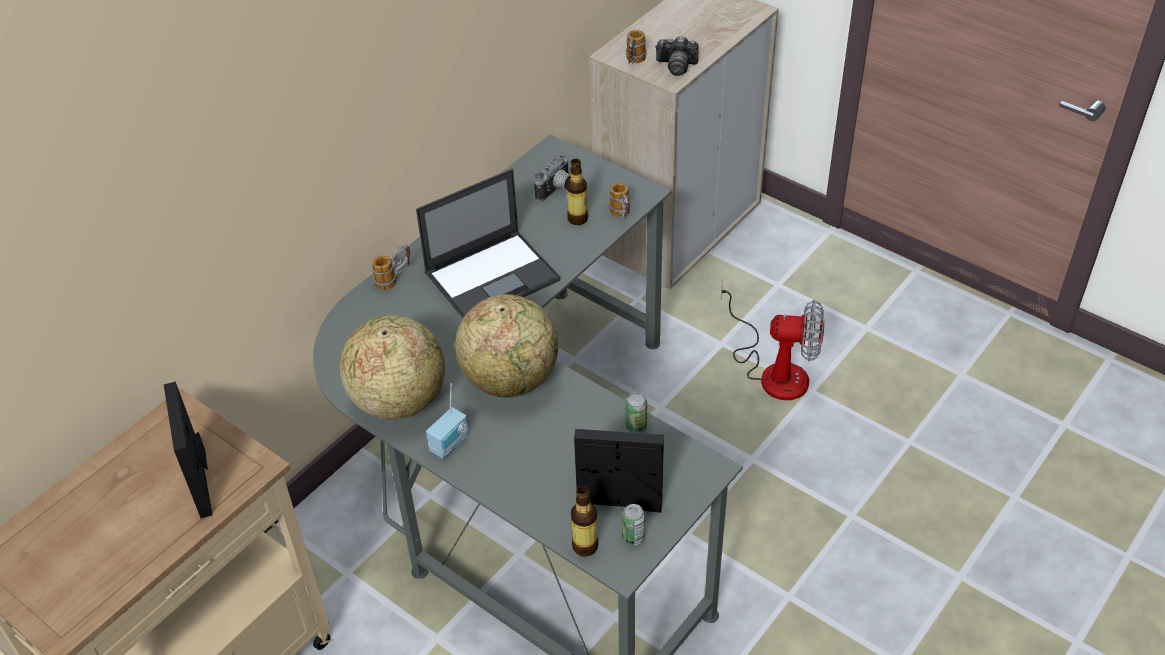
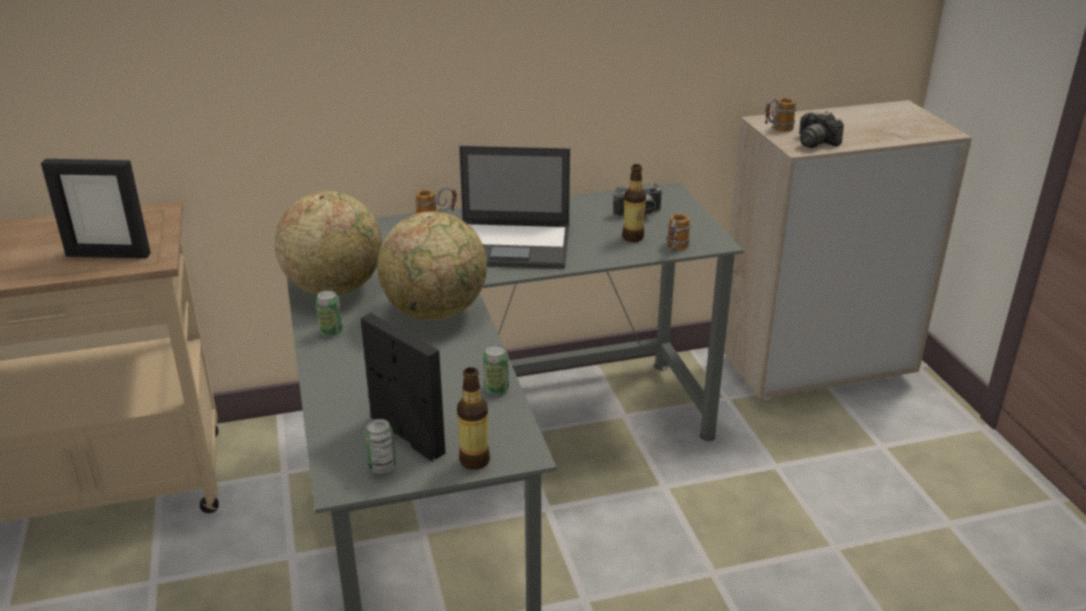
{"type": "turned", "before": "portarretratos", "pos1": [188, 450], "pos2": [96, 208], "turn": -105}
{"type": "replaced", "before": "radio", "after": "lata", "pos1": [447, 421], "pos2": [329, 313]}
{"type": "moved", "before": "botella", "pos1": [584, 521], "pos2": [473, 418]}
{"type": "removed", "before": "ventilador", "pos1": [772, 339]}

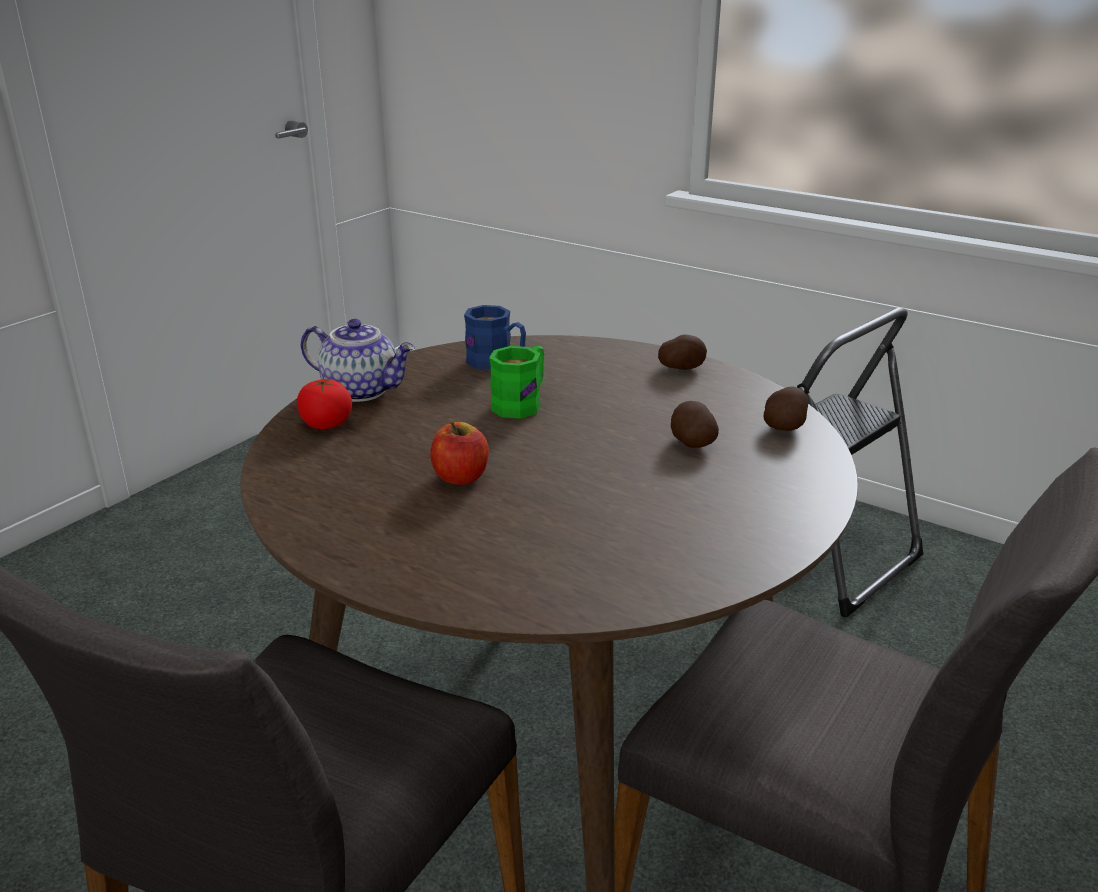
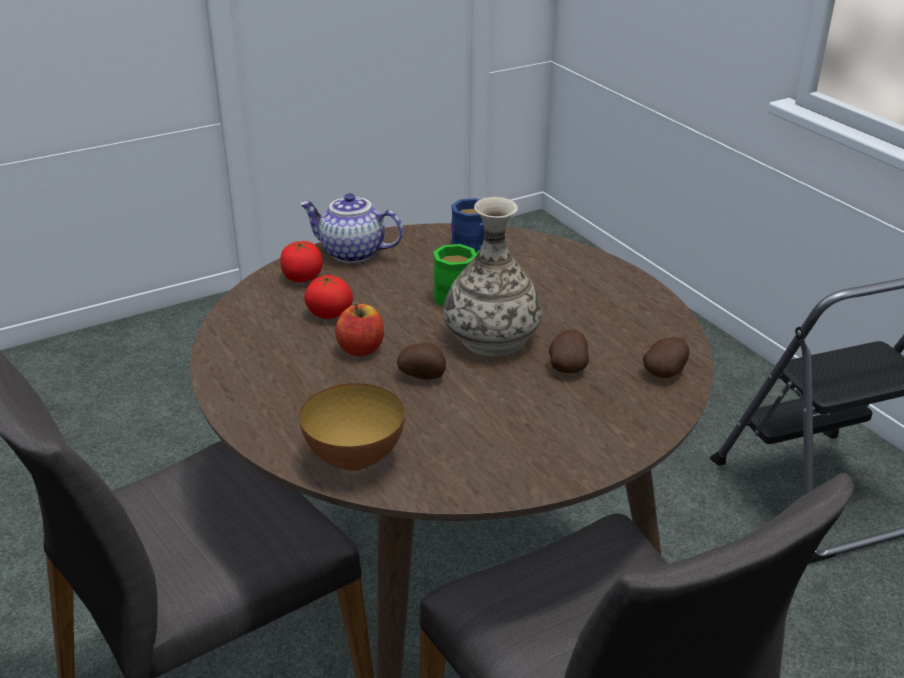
{"type": "turned", "before": "tetera", "pos1": [358, 360], "pos2": [351, 228], "turn": 150}
{"type": "added", "after": "cuenco", "pos2": [352, 427]}
{"type": "added", "after": "tomate", "pos2": [328, 297]}
{"type": "moved", "before": "patata", "pos1": [682, 352], "pos2": [421, 361]}
{"type": "added", "after": "florero", "pos2": [492, 277]}

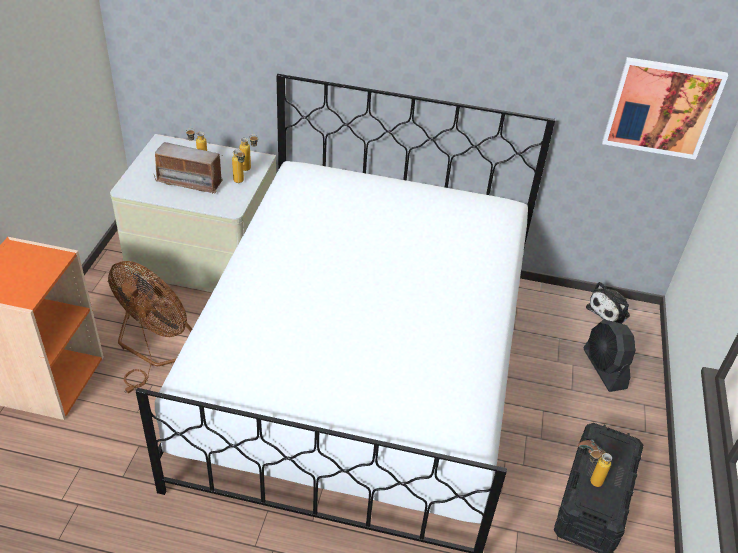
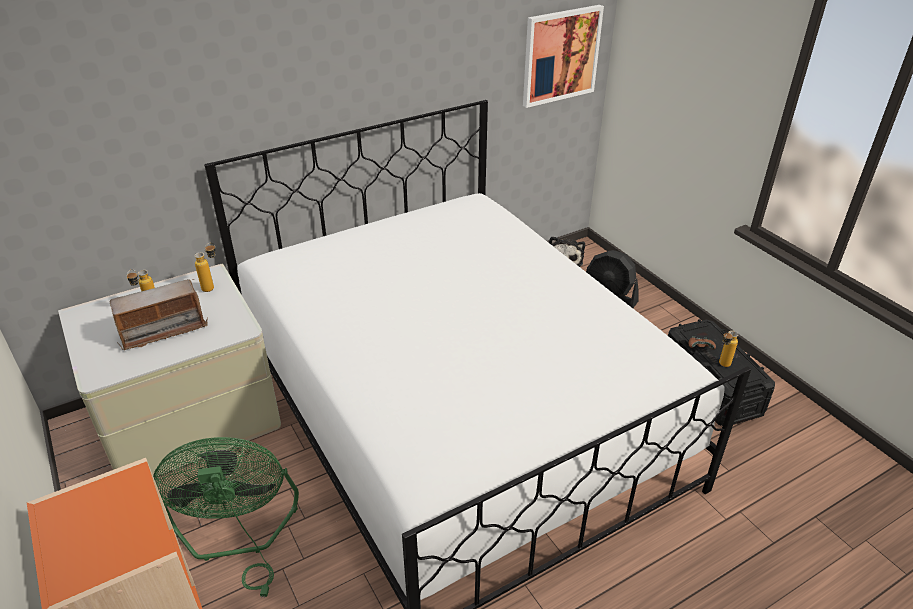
{"type": "recoloured", "before": "ventilador/marrón", "after": "ventilador/verde", "pos1": [150, 327], "pos2": [226, 517]}
{"type": "removed", "before": "botella", "pos1": [238, 166]}

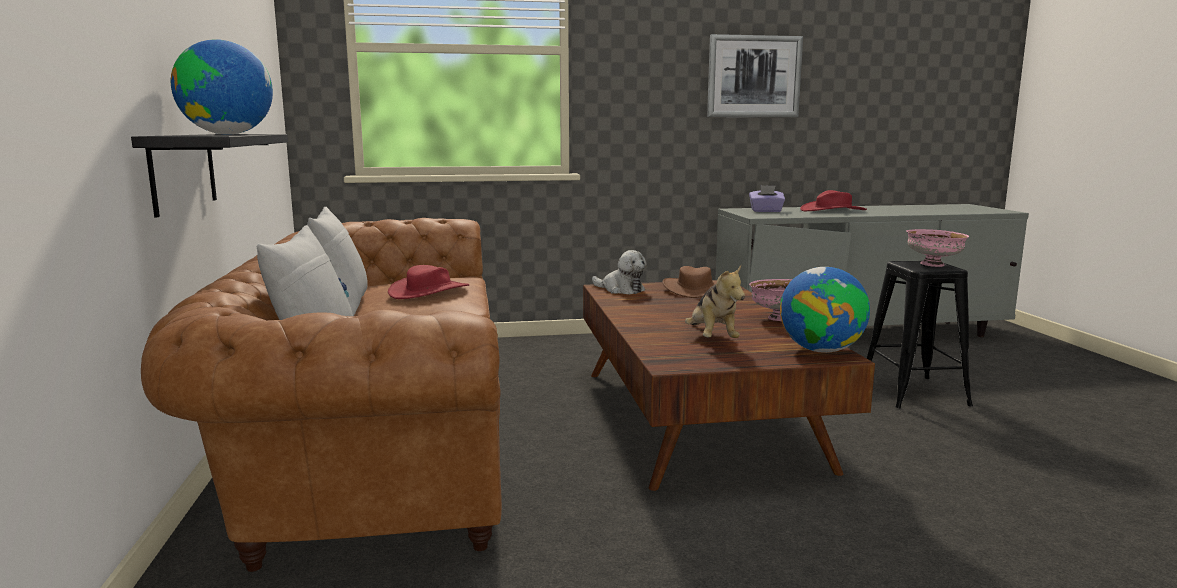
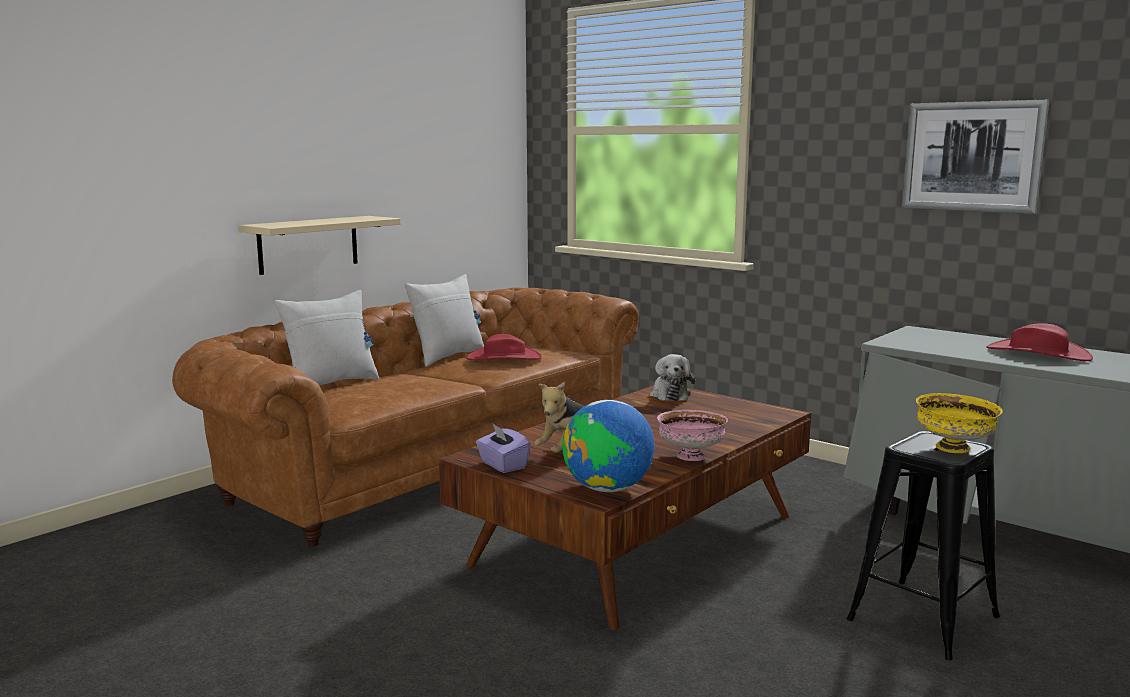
{"type": "recoloured", "before": "estante/negro", "after": "estante/beis", "pos1": [209, 176], "pos2": [319, 245]}
{"type": "moved", "before": "caja de pañuelos/morado", "pos1": [767, 198], "pos2": [503, 448]}
{"type": "recoloured", "before": "cuenco/rosa", "after": "cuenco/amarillo", "pos1": [937, 248], "pos2": [959, 423]}
{"type": "removed", "before": "globo terráqueo", "pos1": [222, 87]}
{"type": "removed", "before": "sombrero/marrón", "pos1": [690, 282]}

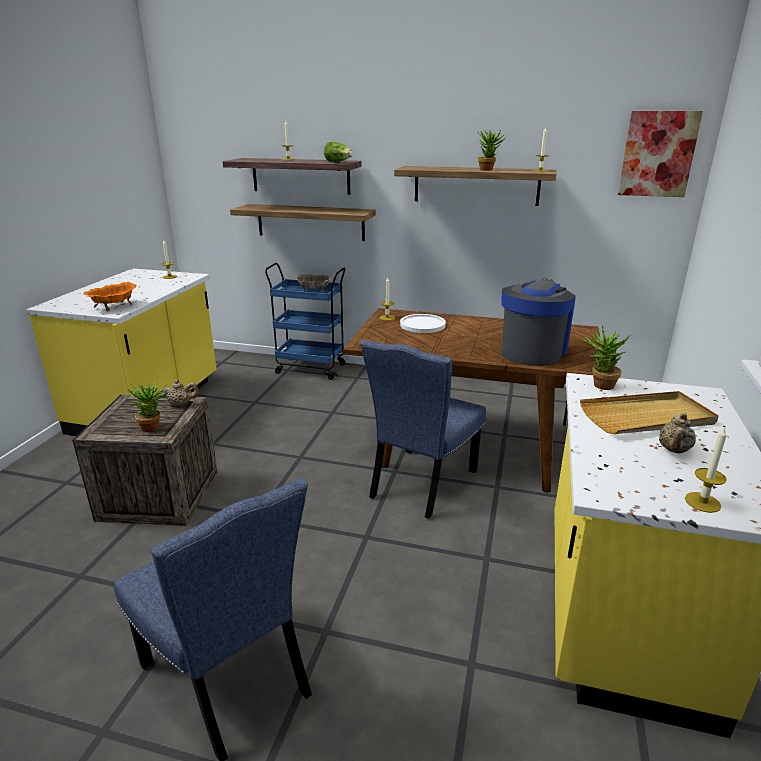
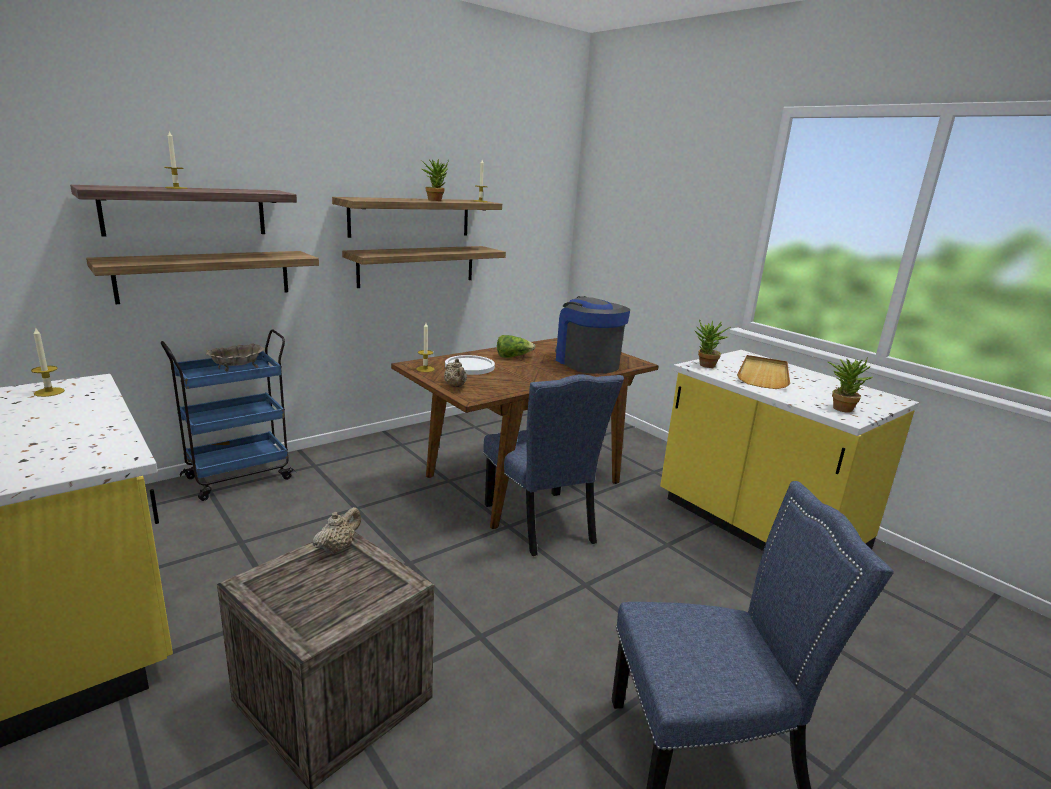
{"type": "added", "after": "estante", "pos2": [424, 267]}
{"type": "moved", "before": "tetera/beis", "pos1": [677, 433], "pos2": [455, 372]}
{"type": "moved", "before": "lechuga", "pos1": [338, 152], "pos2": [516, 346]}
{"type": "moved", "before": "planta en maceta", "pos1": [148, 407], "pos2": [850, 385]}
{"type": "removed", "before": "cuenco/naranja", "pos1": [110, 296]}
{"type": "removed", "before": "cuadro", "pos1": [660, 154]}
{"type": "removed", "before": "vela", "pos1": [706, 470]}

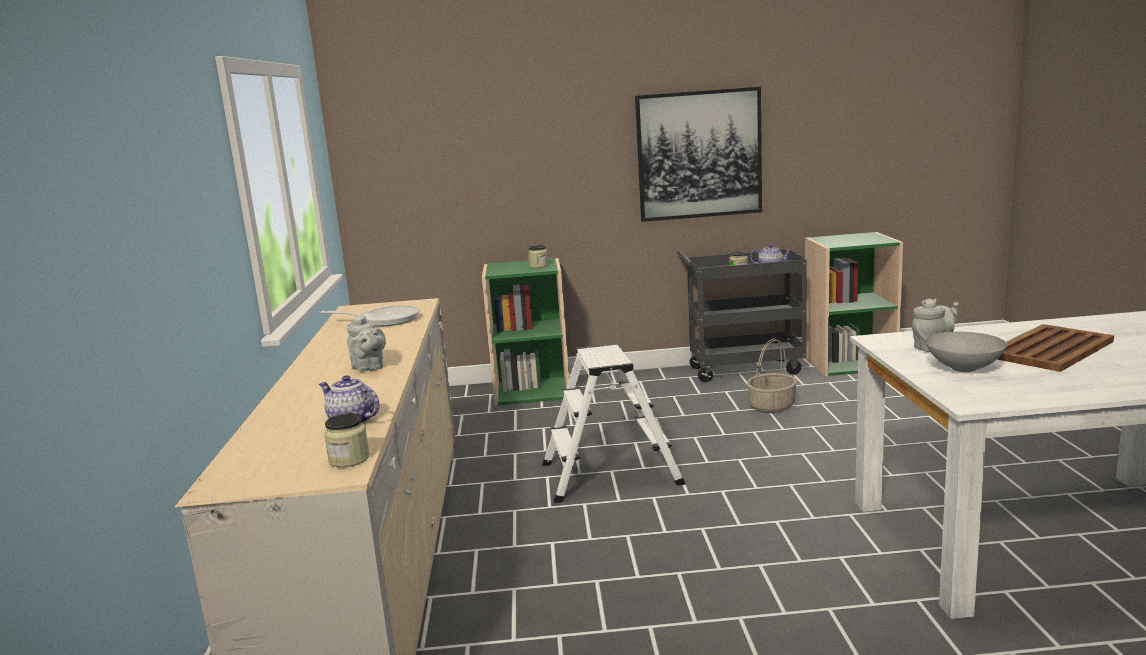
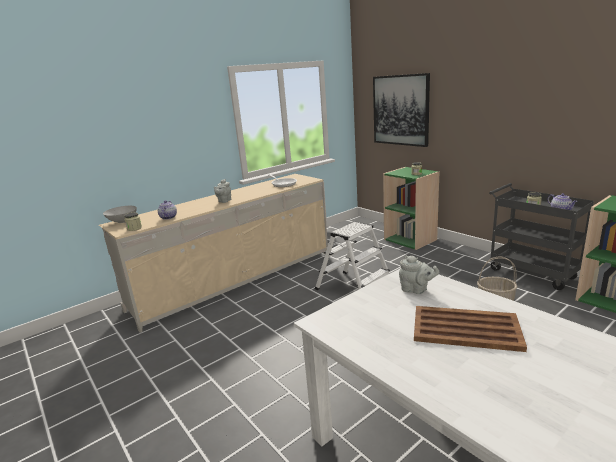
{"type": "moved", "before": "cuenco/gris", "pos1": [966, 352], "pos2": [120, 214]}
{"type": "moved", "before": "cuadro", "pos1": [698, 154], "pos2": [401, 110]}

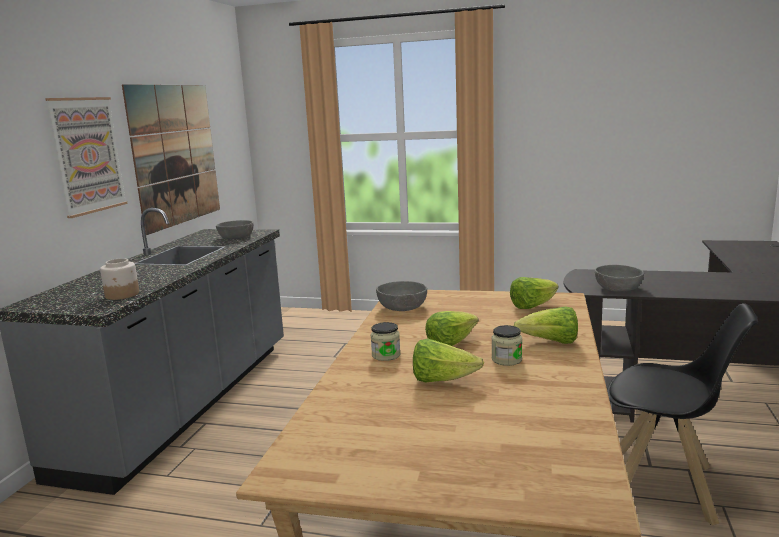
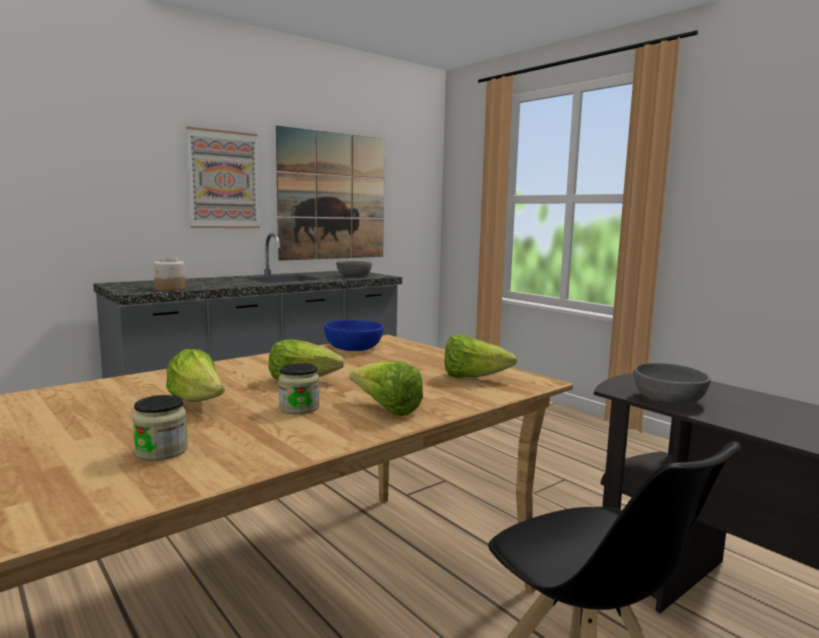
{"type": "moved", "before": "tarro", "pos1": [385, 341], "pos2": [160, 428]}
{"type": "recoloured", "before": "cuenco/gris", "after": "cuenco/azul", "pos1": [401, 296], "pos2": [354, 335]}

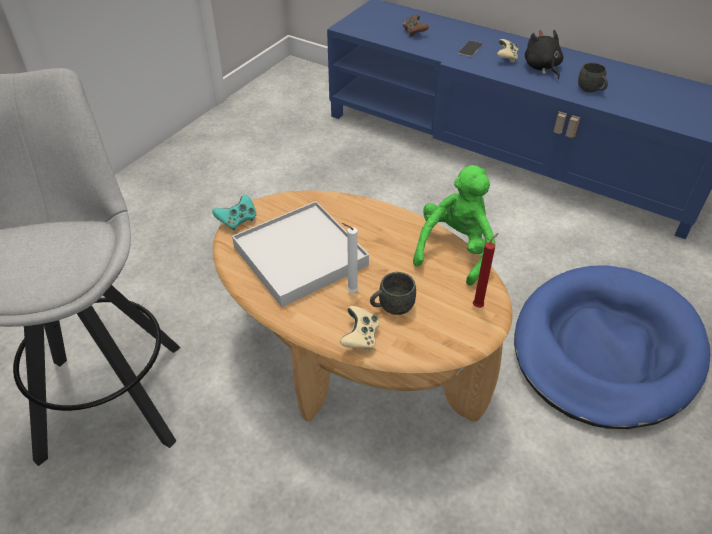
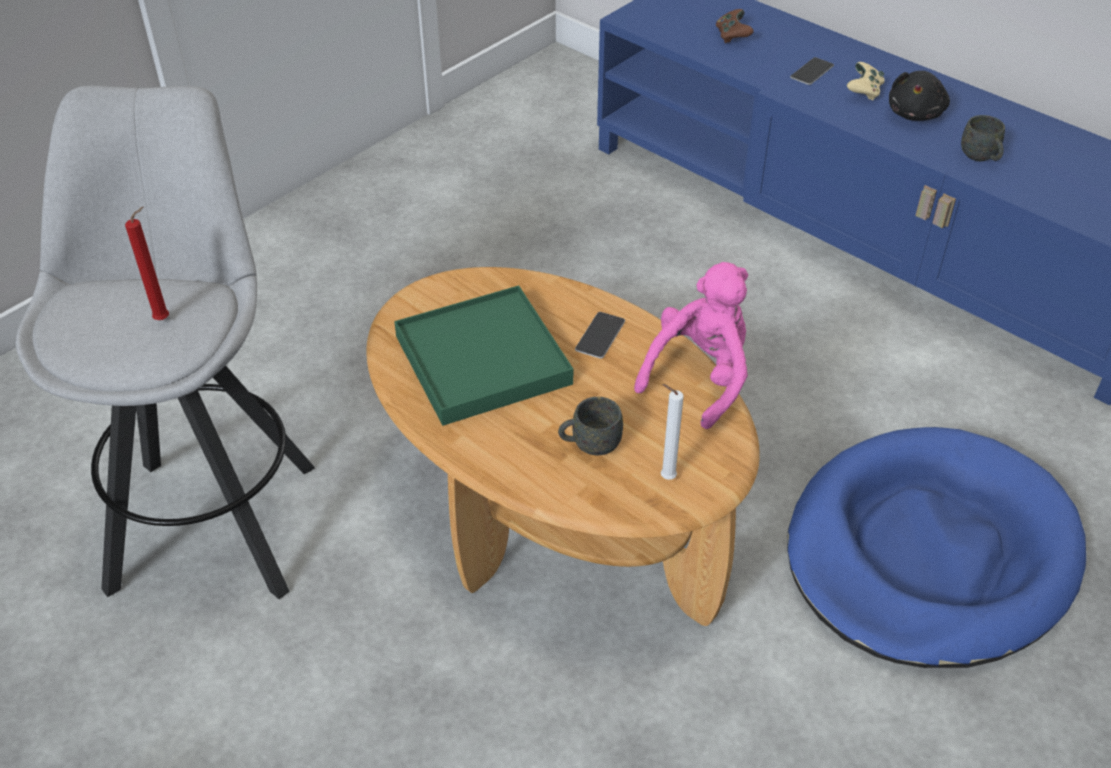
{"type": "moved", "before": "vela/rojo", "pos1": [486, 270], "pos2": [147, 263]}
{"type": "recoloured", "before": "bandeja/blanco", "after": "bandeja/verde", "pos1": [300, 254], "pos2": [483, 355]}
{"type": "added", "after": "móvil", "pos2": [600, 335]}
{"type": "recoloured", "before": "peluche/verde", "after": "peluche/rosa", "pos1": [454, 225], "pos2": [691, 345]}
{"type": "moved", "before": "vela/blanco", "pos1": [350, 257], "pos2": [672, 432]}
{"type": "turned", "before": "peluche/negro", "pos1": [544, 54], "pos2": [919, 96], "turn": -150}
{"type": "removed", "before": "mando de consola/turquesa", "pos1": [234, 212]}
{"type": "removed", "before": "mando de consola/beis", "pos1": [359, 328]}

